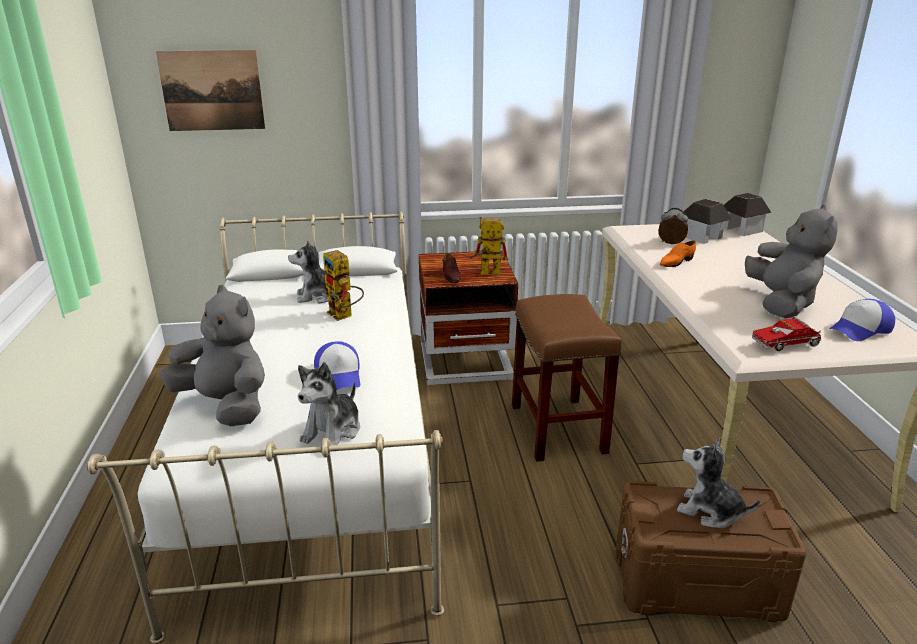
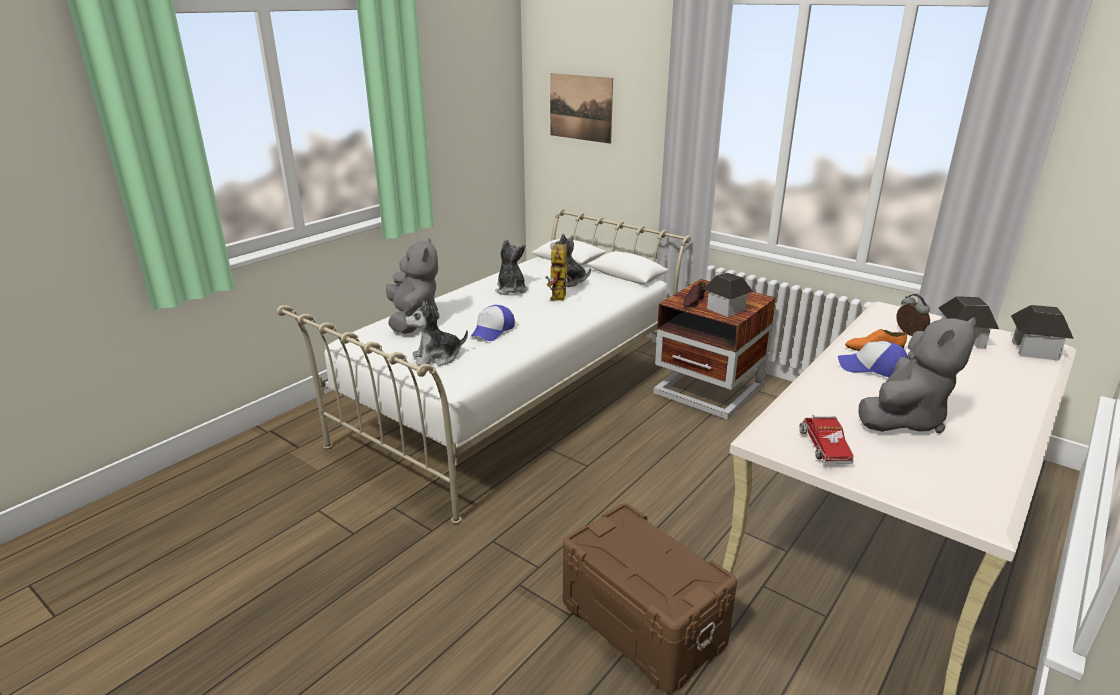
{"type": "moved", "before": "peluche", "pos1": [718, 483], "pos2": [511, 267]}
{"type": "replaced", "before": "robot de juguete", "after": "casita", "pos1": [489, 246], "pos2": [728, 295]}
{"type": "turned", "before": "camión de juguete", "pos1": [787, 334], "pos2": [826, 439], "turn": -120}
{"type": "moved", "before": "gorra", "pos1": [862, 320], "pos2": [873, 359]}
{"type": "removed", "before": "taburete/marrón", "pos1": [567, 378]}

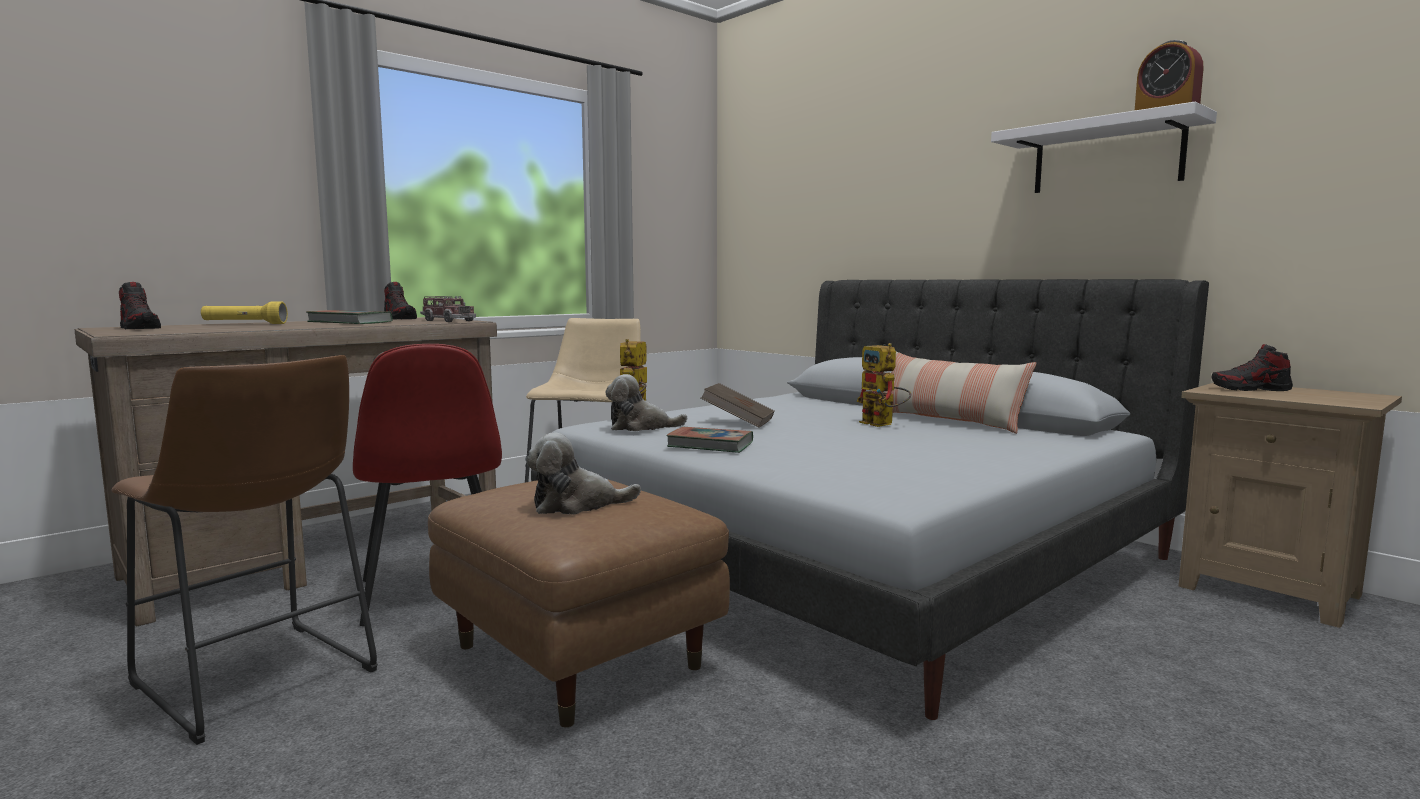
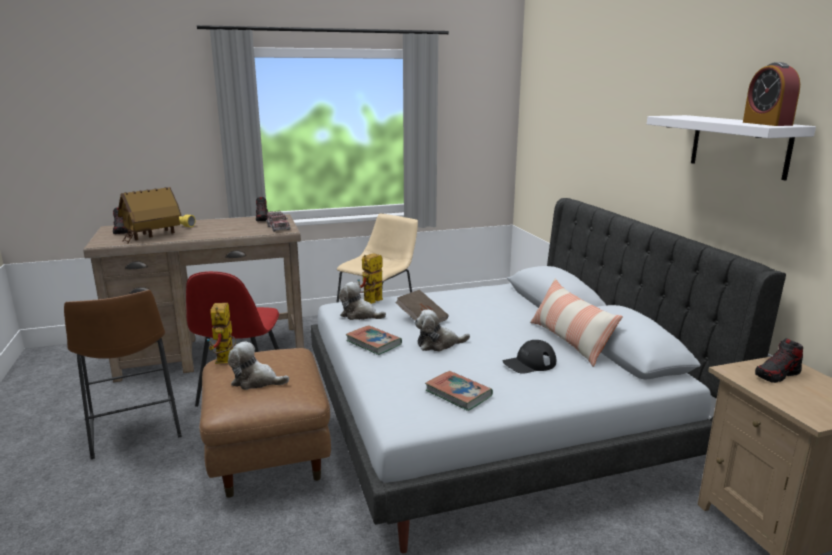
{"type": "added", "after": "casita", "pos2": [150, 215]}
{"type": "moved", "before": "robot de juguete", "pos1": [884, 385], "pos2": [221, 333]}
{"type": "added", "after": "peluche", "pos2": [442, 330]}
{"type": "moved", "before": "libro", "pos1": [349, 317], "pos2": [459, 391]}
{"type": "added", "after": "gorra/negro", "pos2": [529, 357]}
{"type": "turned", "before": "zapato", "pos1": [1252, 367], "pos2": [779, 360], "turn": -60}

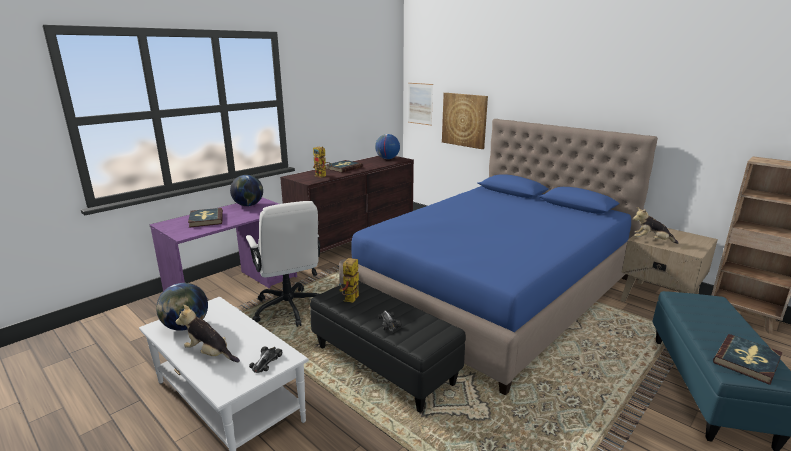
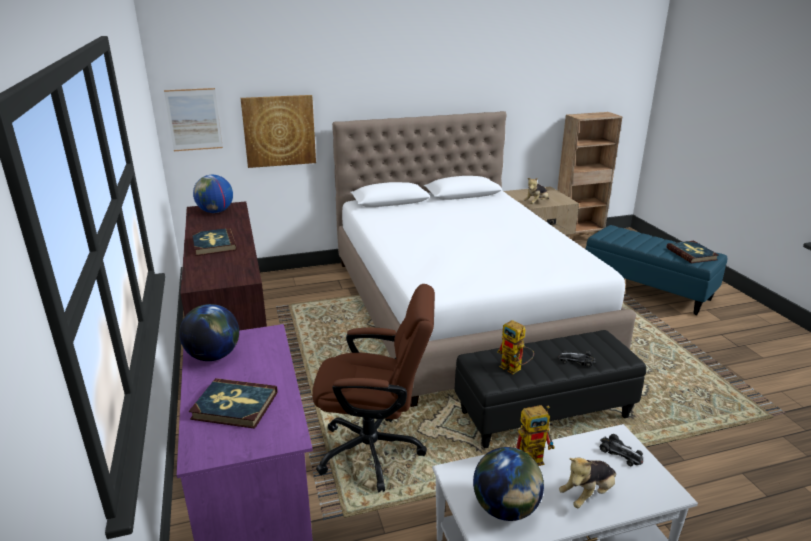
{"type": "recoloured", "before": "silla de oficina/blanco", "after": "silla de oficina/marrón", "pos1": [283, 264], "pos2": [373, 388]}
{"type": "recoloured", "before": "cama/azul", "after": "cama/blanco", "pos1": [498, 257], "pos2": [484, 259]}
{"type": "moved", "before": "robot de juguete", "pos1": [322, 162], "pos2": [535, 435]}

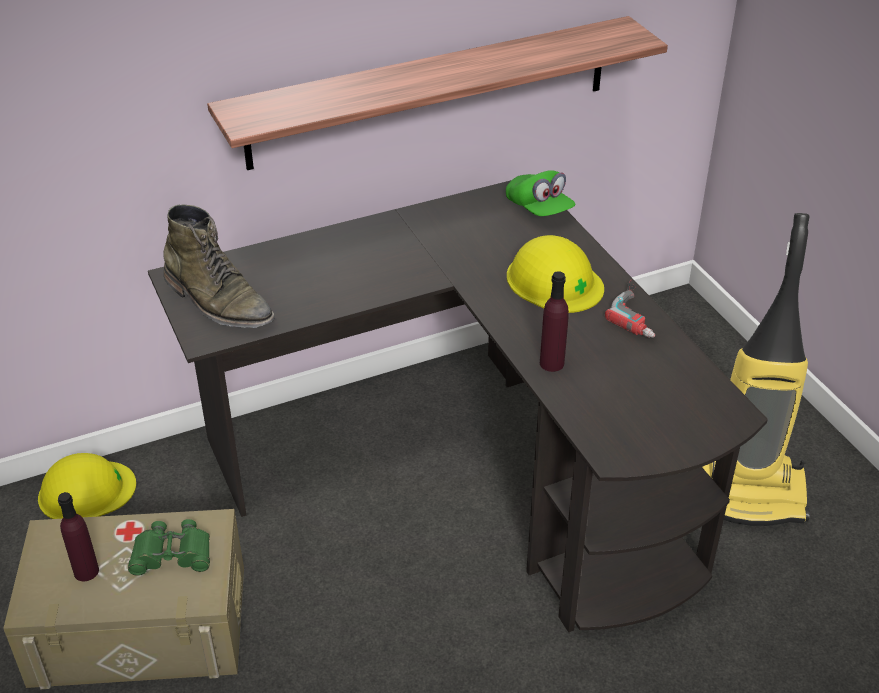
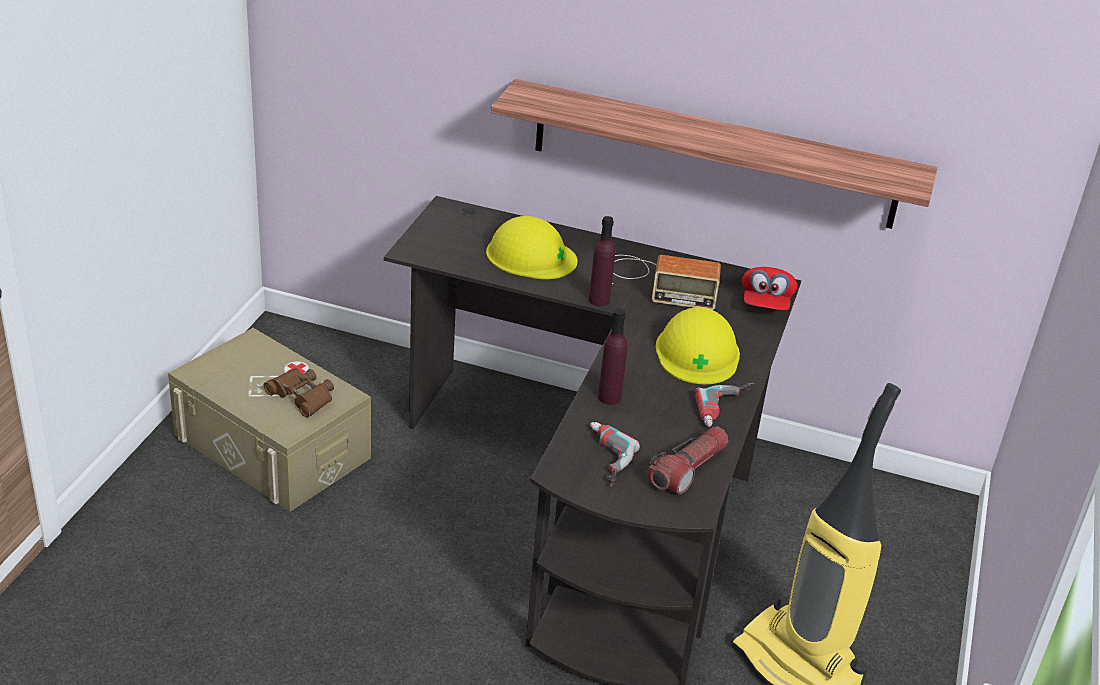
{"type": "recoloured", "before": "prismáticos/verde", "after": "prismáticos/marrón", "pos1": [169, 547], "pos2": [299, 393]}
{"type": "moved", "before": "casco/amarillo", "pos1": [87, 486], "pos2": [532, 247]}
{"type": "moved", "before": "botella/morado", "pos1": [78, 536], "pos2": [602, 261]}
{"type": "added", "after": "taladro", "pos2": [615, 454]}
{"type": "added", "after": "radio", "pos2": [666, 282]}
{"type": "added", "after": "linterna", "pos2": [687, 460]}
{"type": "recoloured", "before": "gorra/verde", "after": "gorra/rojo", "pos1": [540, 193], "pos2": [769, 288]}
{"type": "removed", "before": "bota/verde", "pos1": [219, 266]}

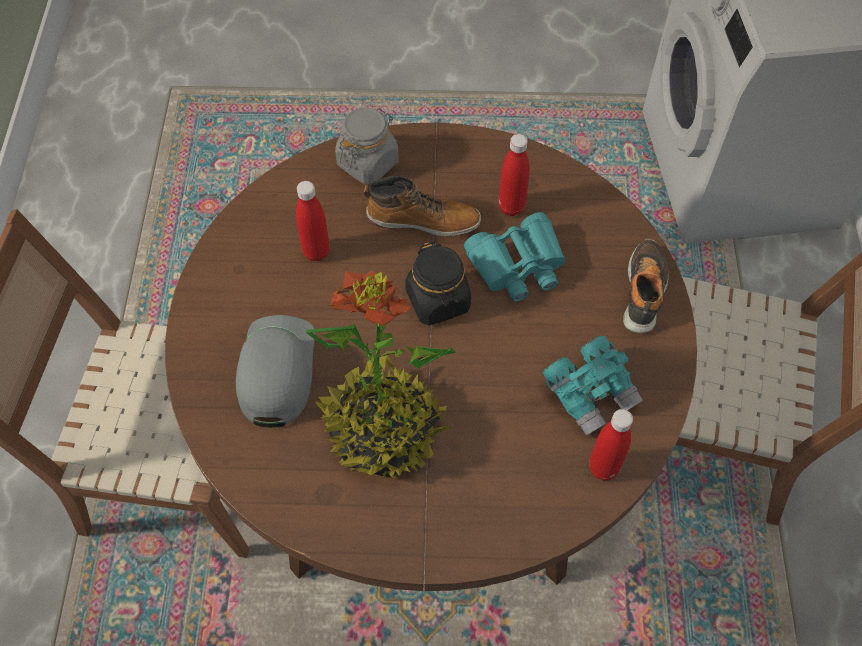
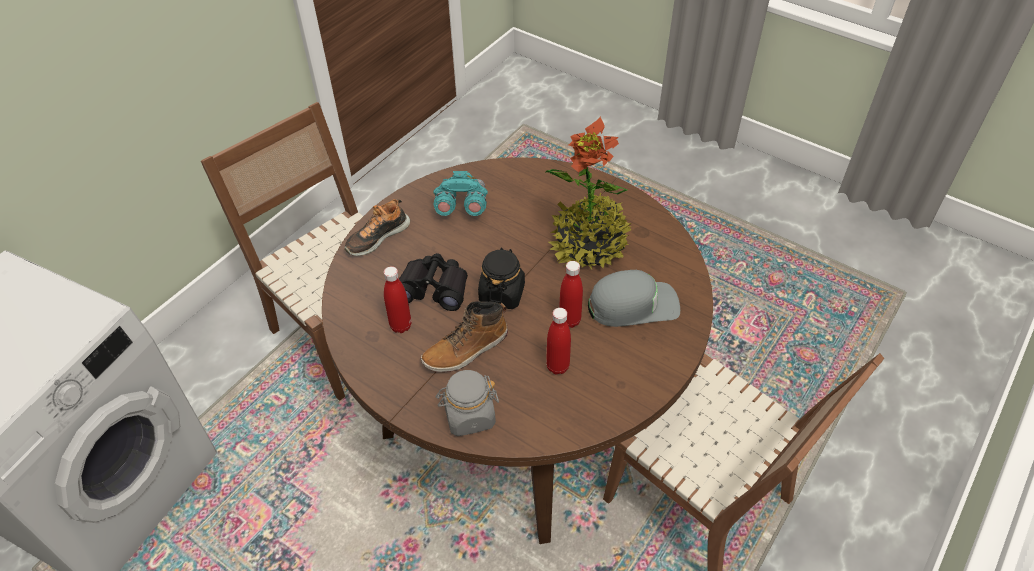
{"type": "recoloured", "before": "prismáticos/turquesa", "after": "prismáticos/negro", "pos1": [514, 257], "pos2": [433, 282]}
{"type": "turned", "before": "bota", "pos1": [422, 206], "pos2": [464, 336], "turn": -75}
{"type": "moved", "before": "botella/rojo", "pos1": [611, 445], "pos2": [571, 294]}
{"type": "turned", "before": "gorra/gris", "pos1": [275, 371], "pos2": [634, 298], "turn": -135}

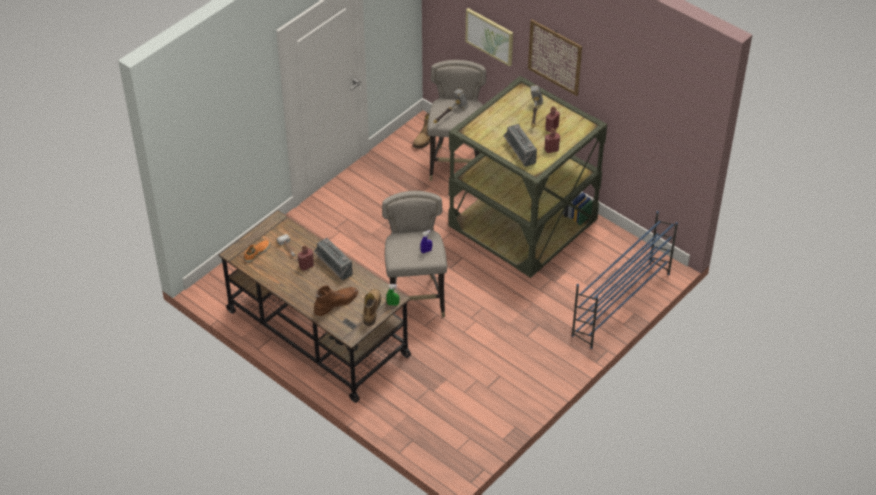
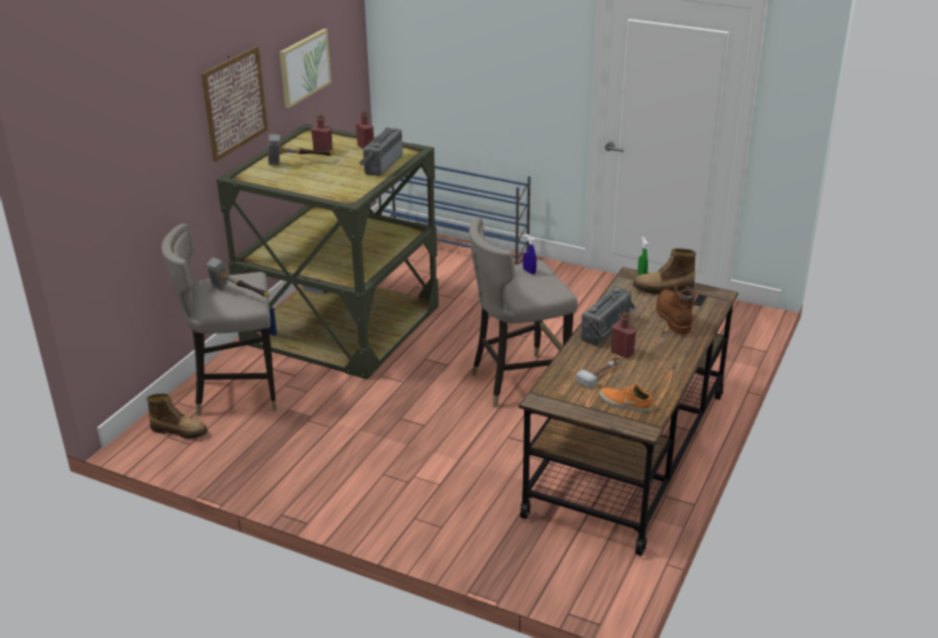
{"type": "moved", "before": "cuadro", "pos1": [489, 37], "pos2": [305, 68]}
{"type": "turned", "before": "radio", "pos1": [520, 145], "pos2": [381, 152], "turn": 150}
{"type": "turned", "before": "bota/marrón", "pos1": [336, 300], "pos2": [675, 310], "turn": 45}

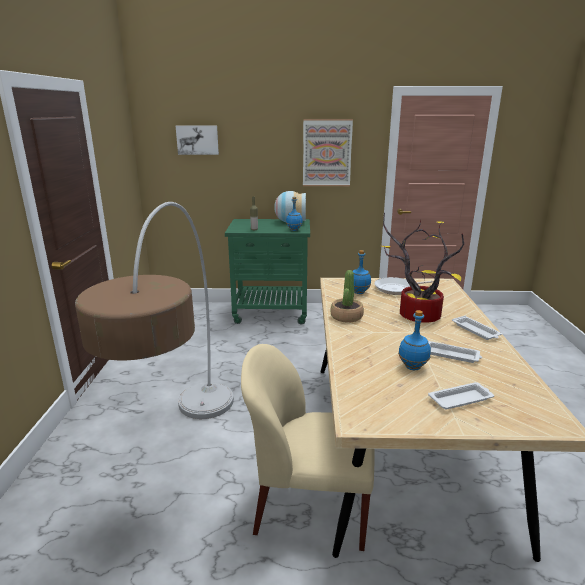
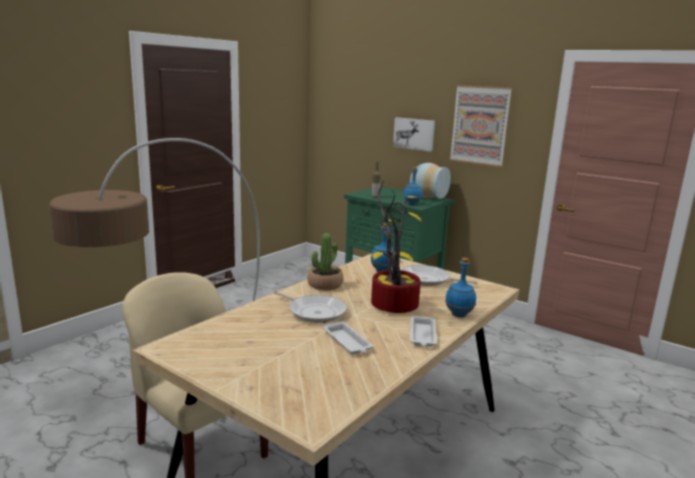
{"type": "added", "after": "sartén", "pos2": [310, 307]}
{"type": "moved", "before": "cuadro", "pos1": [197, 140], "pos2": [414, 134]}
{"type": "moved", "before": "botella/azul", "pos1": [414, 340], "pos2": [460, 288]}
{"type": "removed", "before": "bandeja/blanco", "pos1": [461, 396]}

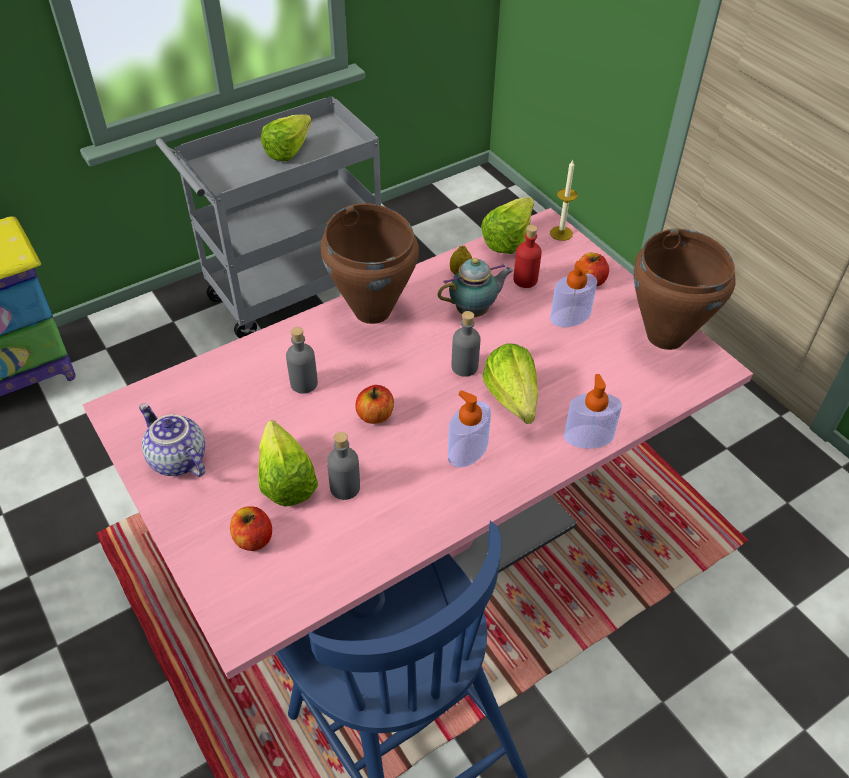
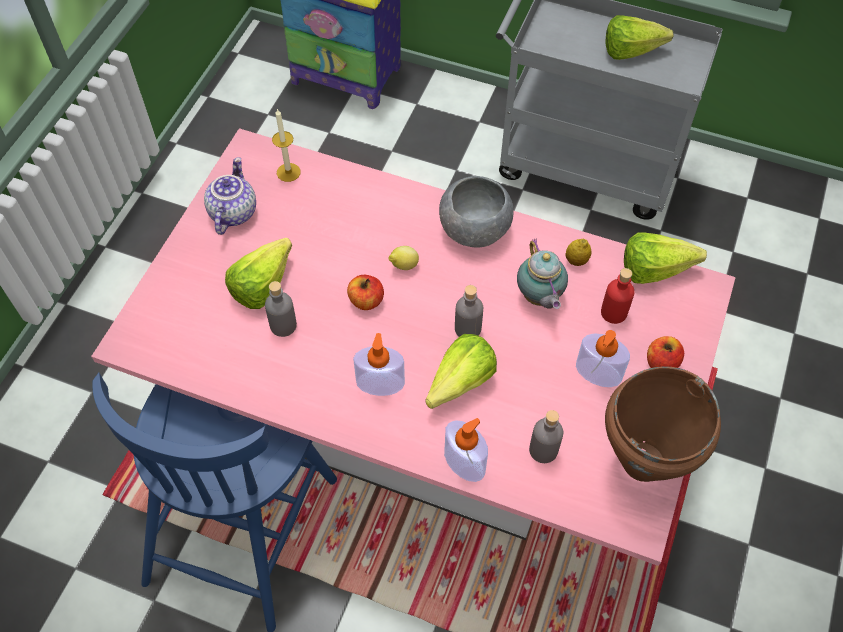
{"type": "moved", "before": "vela", "pos1": [563, 200], "pos2": [286, 145]}
{"type": "added", "after": "limón", "pos2": [404, 258]}
{"type": "replaced", "before": "olla/marrón", "after": "cuenco/gris", "pos1": [370, 263], "pos2": [476, 211]}
{"type": "turned", "before": "tetera", "pos1": [475, 287], "pos2": [542, 274], "turn": 45}
{"type": "moved", "before": "botella/gris", "pos1": [302, 360], "pos2": [546, 436]}
{"type": "removed", "before": "manzana", "pos1": [251, 528]}

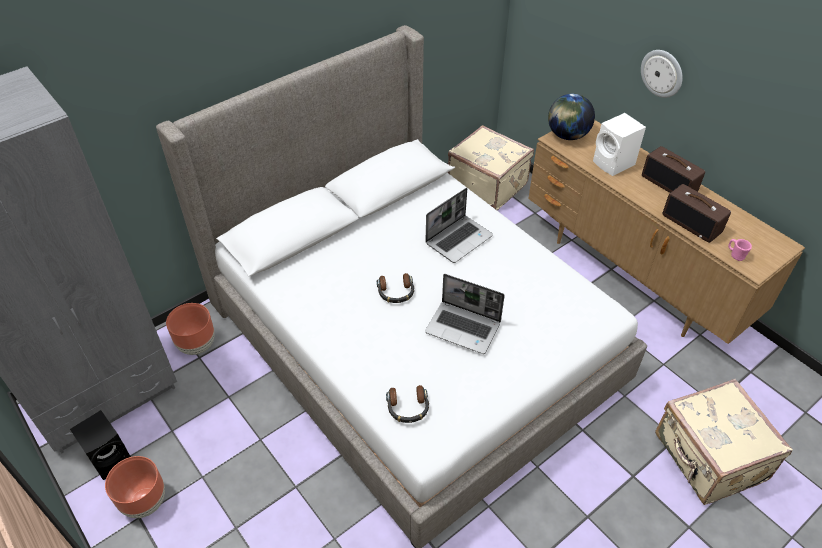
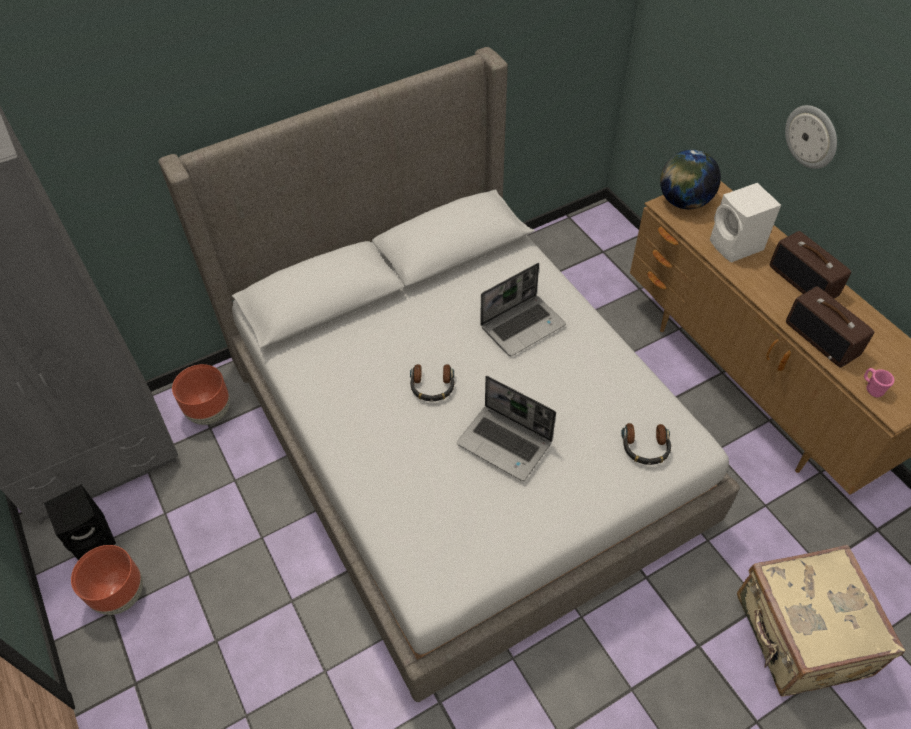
{"type": "moved", "before": "auriculares", "pos1": [407, 404], "pos2": [646, 444]}
{"type": "removed", "before": "maleta/beis", "pos1": [491, 167]}

